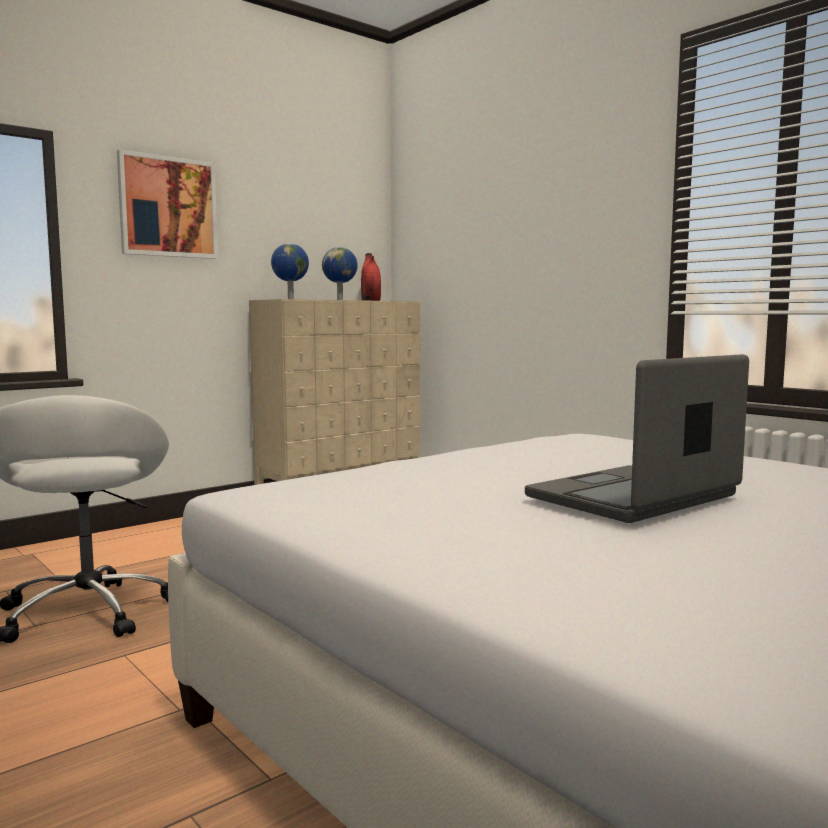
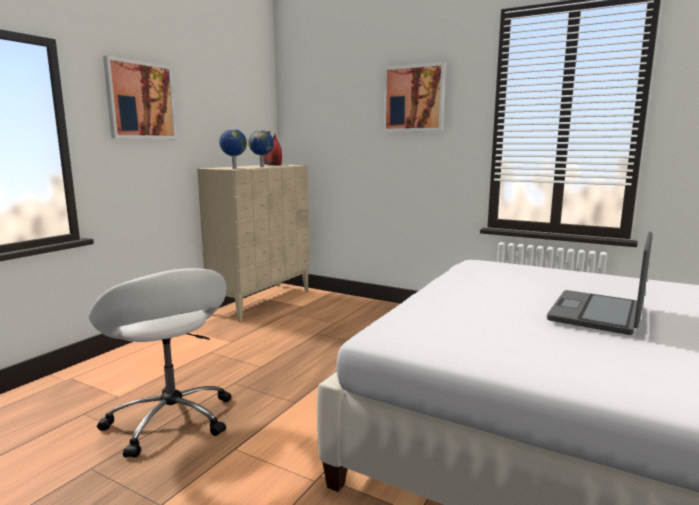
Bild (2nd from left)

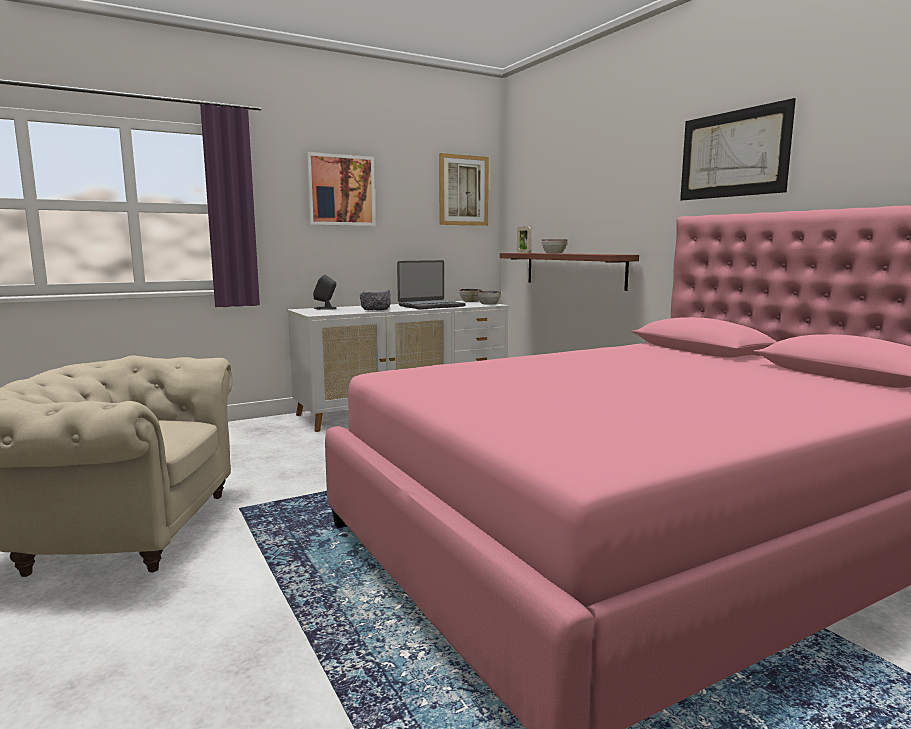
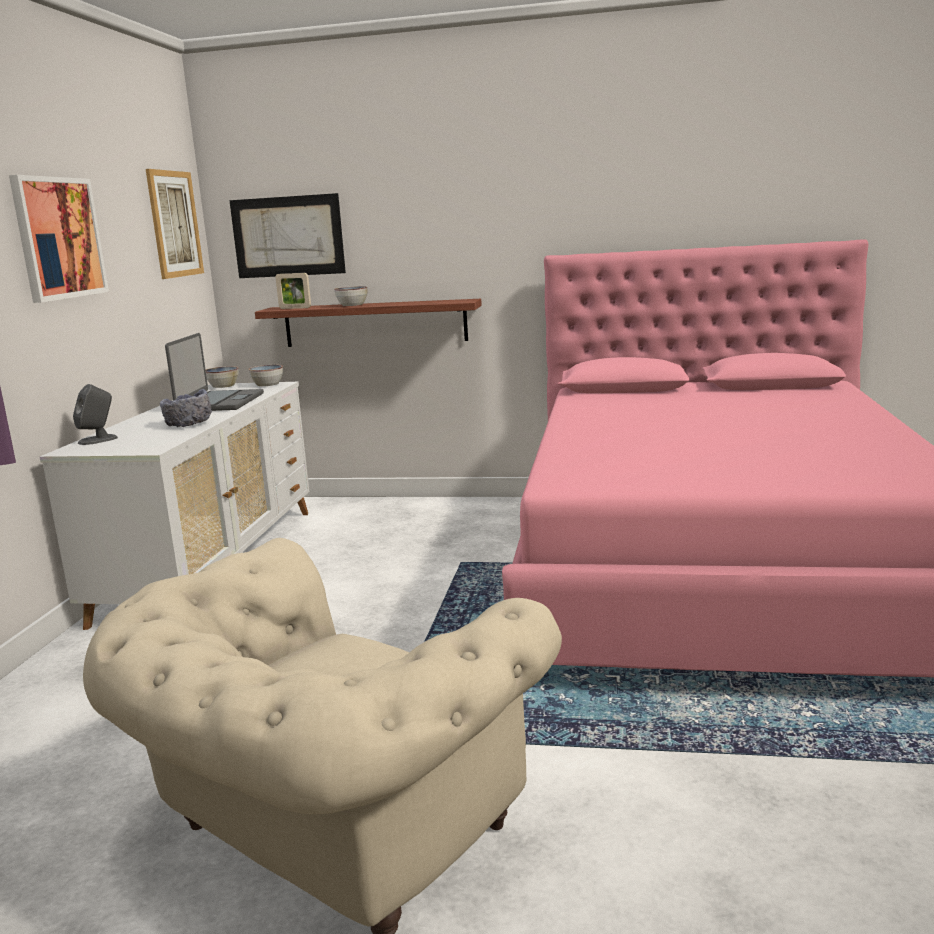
Bild (3rd from left)

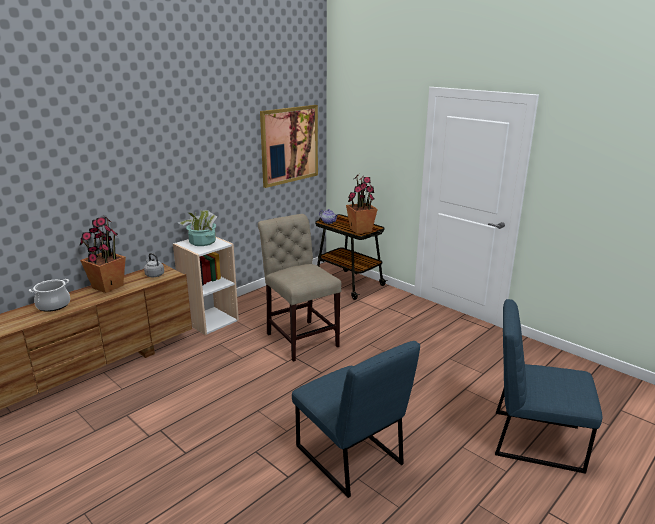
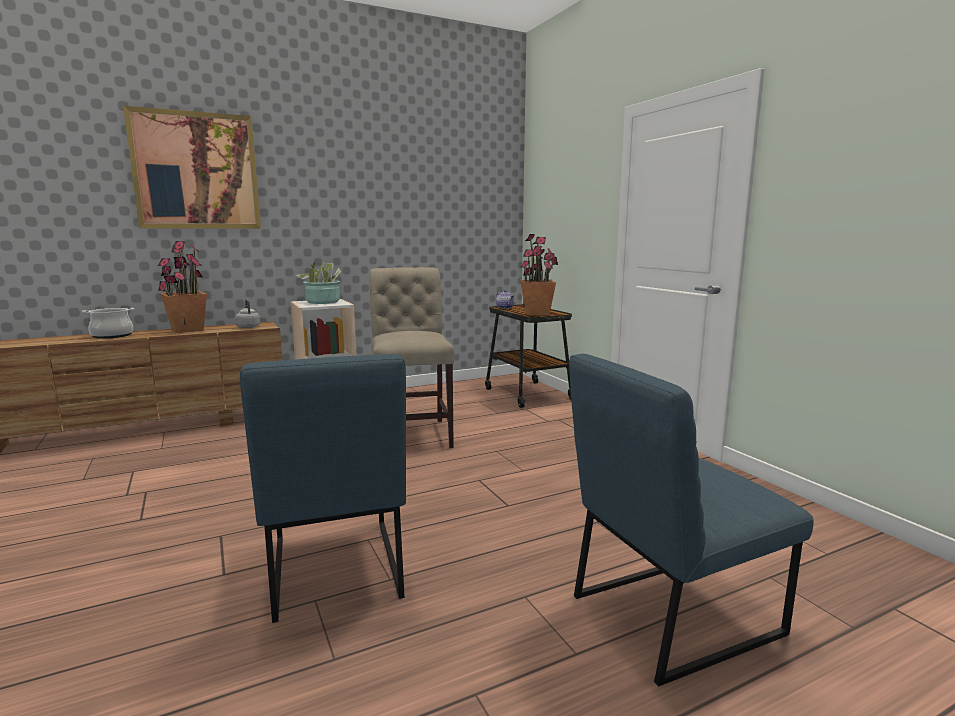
Bild; Stuhl/blau (2nd from left)

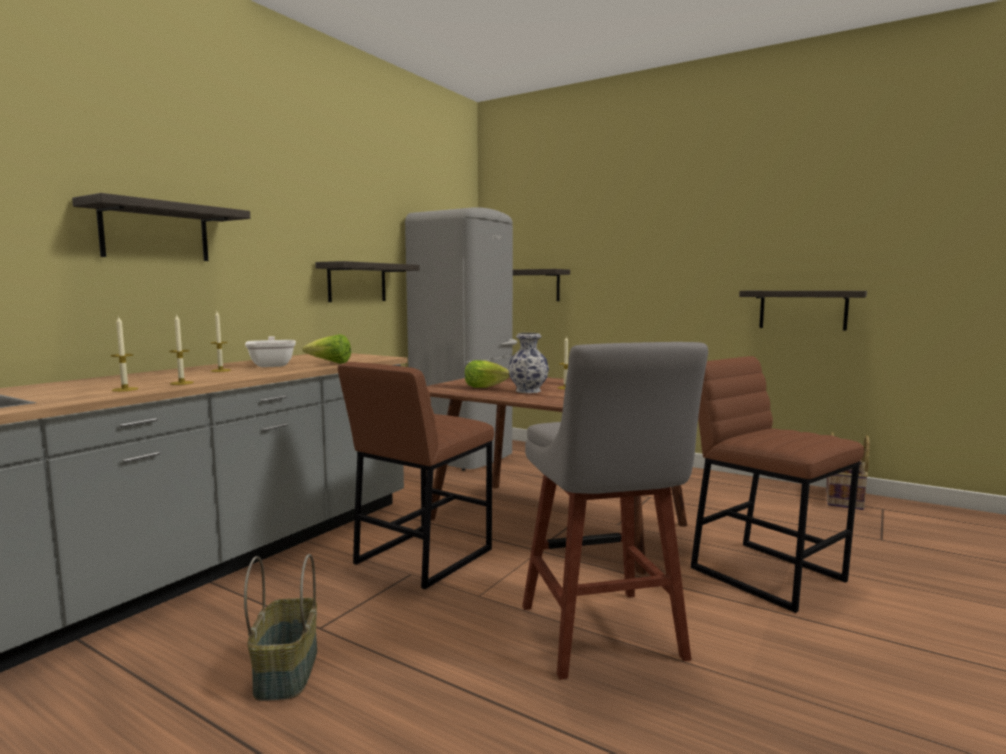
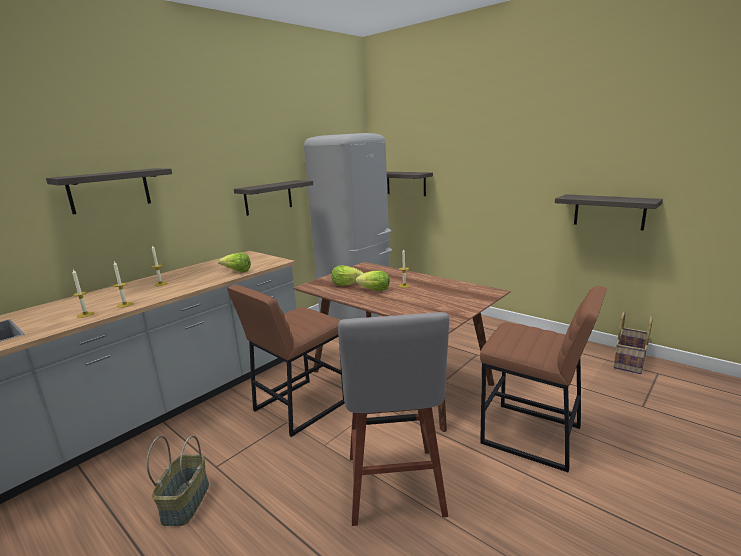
Pfanne; Salatkopf (3rd from left); Stuhl/braun (2nd from left)

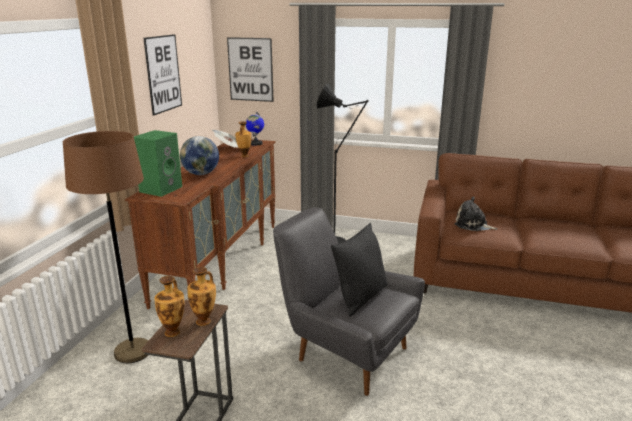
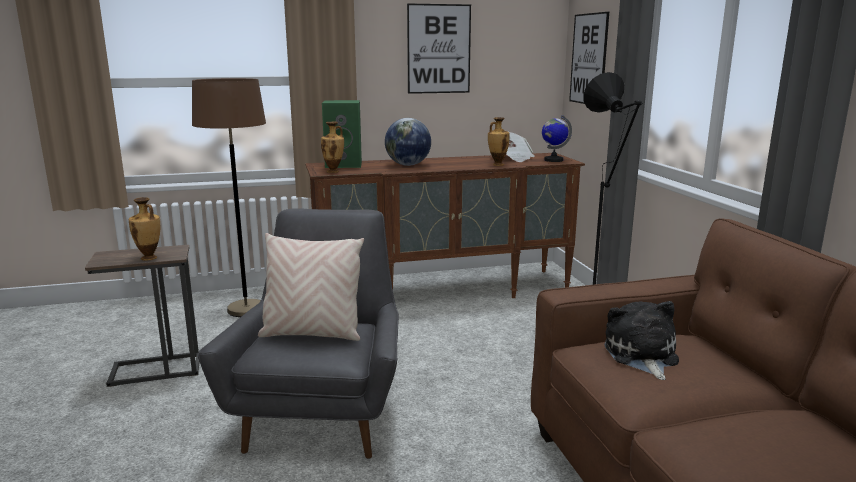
Vase (2nd from left); Kissen/beige

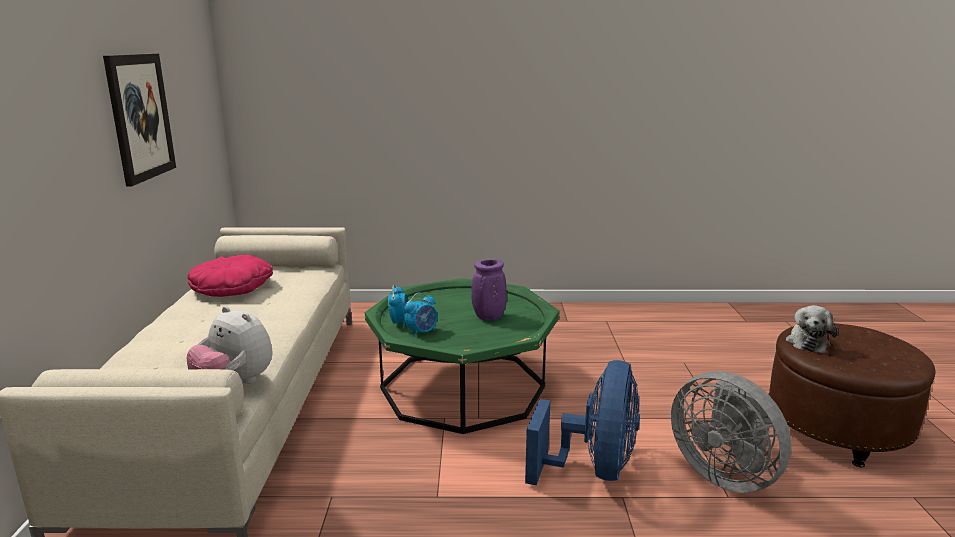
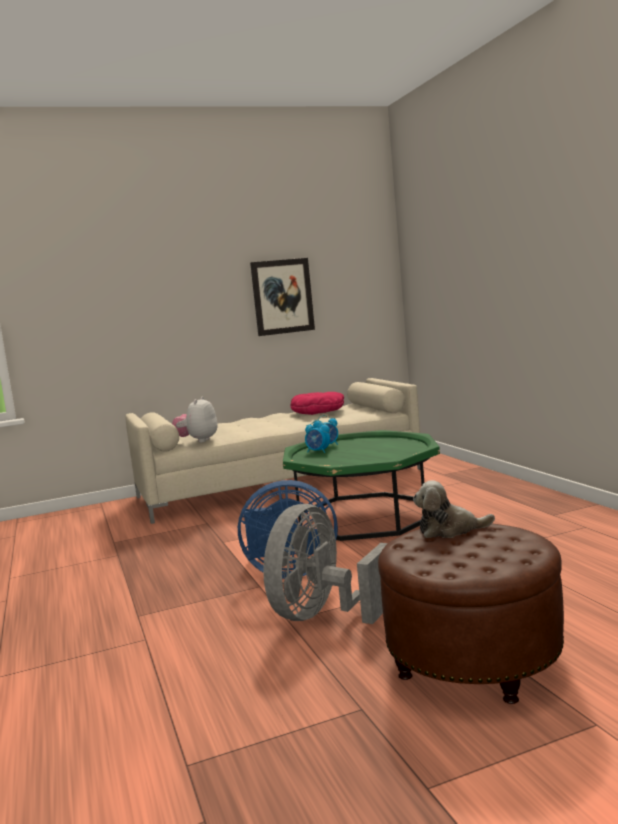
Vase/lila

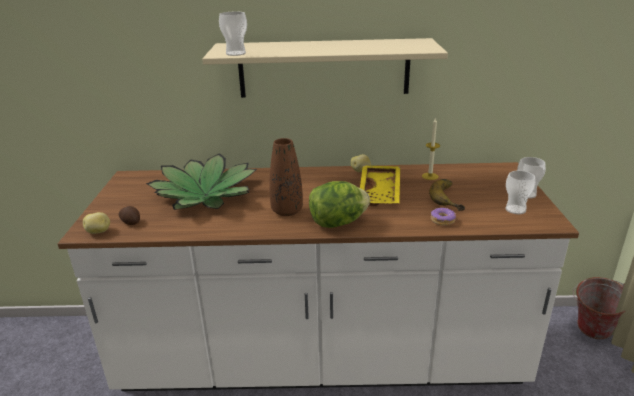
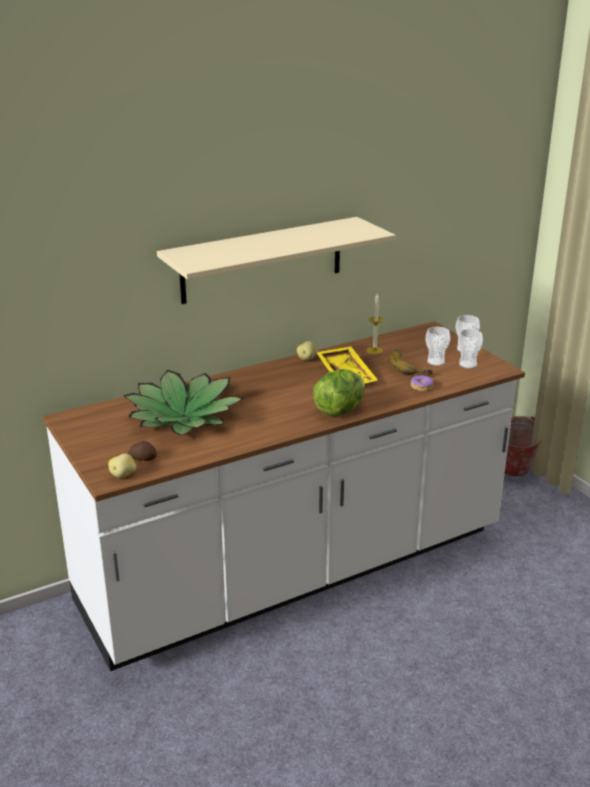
Vase/braun; Tasse (1st from left)

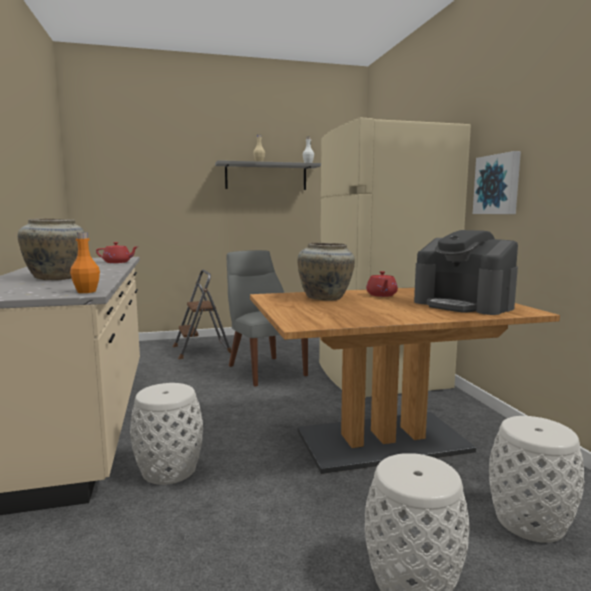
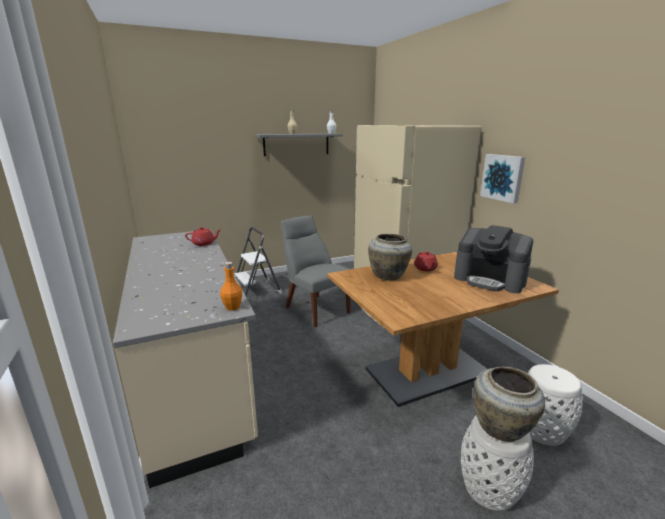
Hocker/weiß (1st from left in the first image); Vase/beige (2nd from left); Trittleiter/weiß

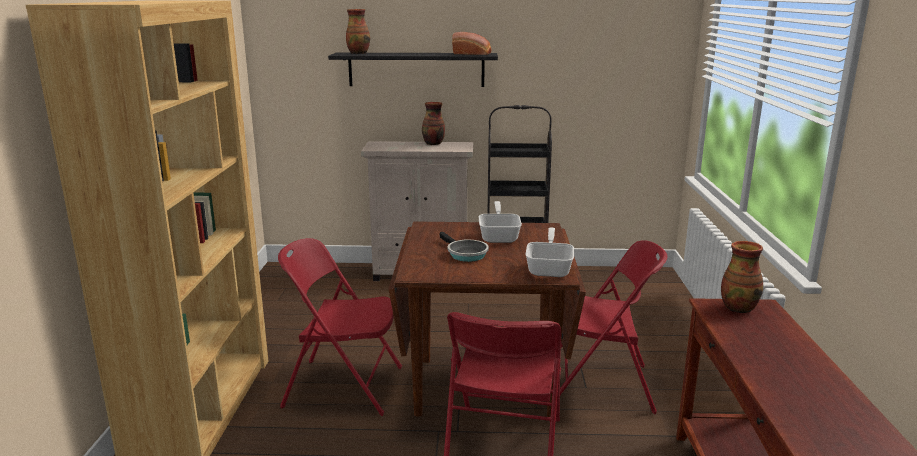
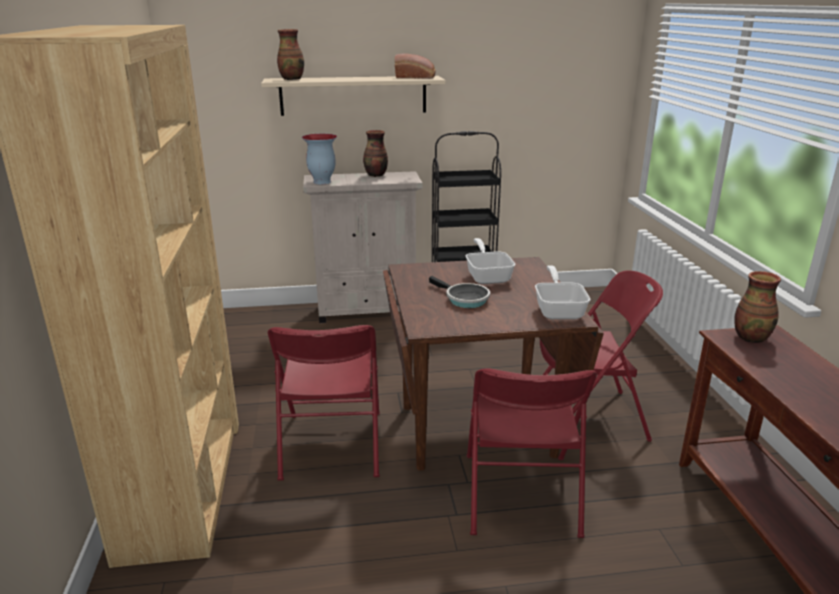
Vase (2nd from left); Wandregal/beige; Stuhl/rot (1st from left)

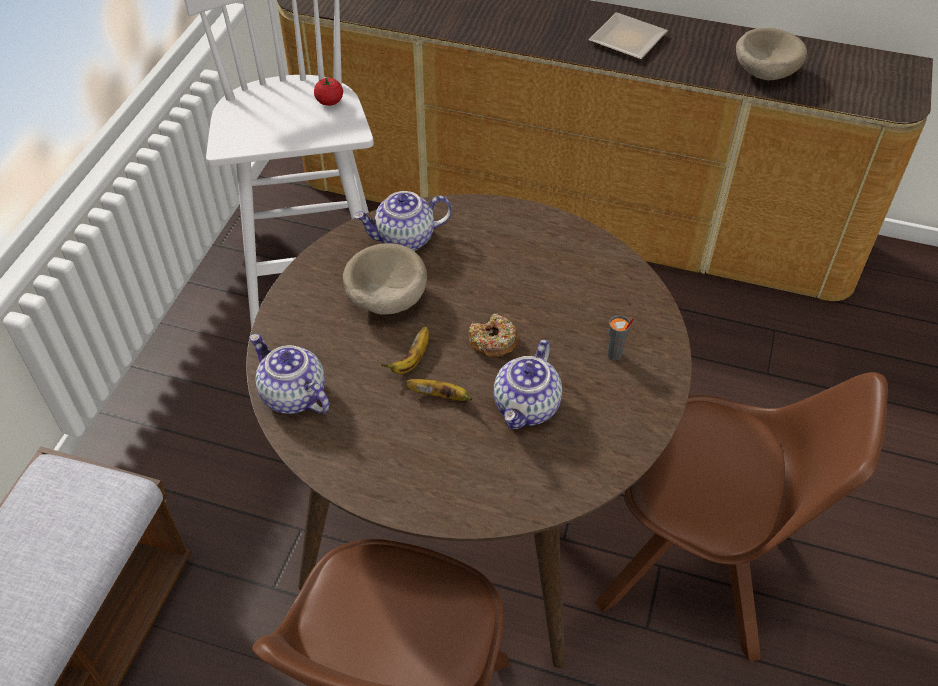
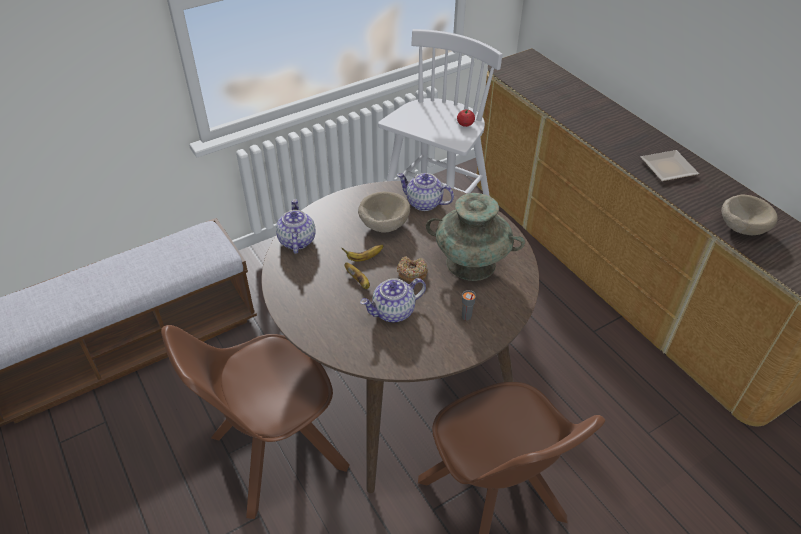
Vase/türkis

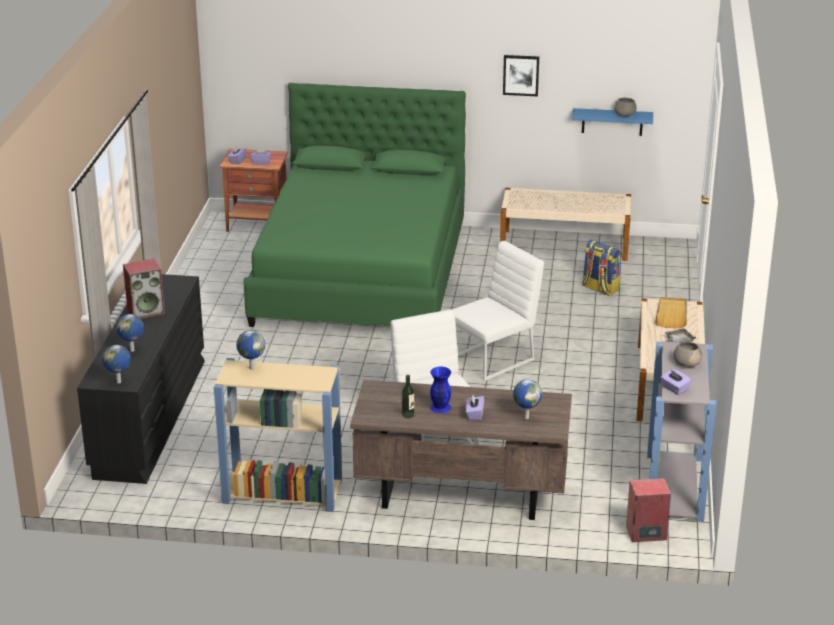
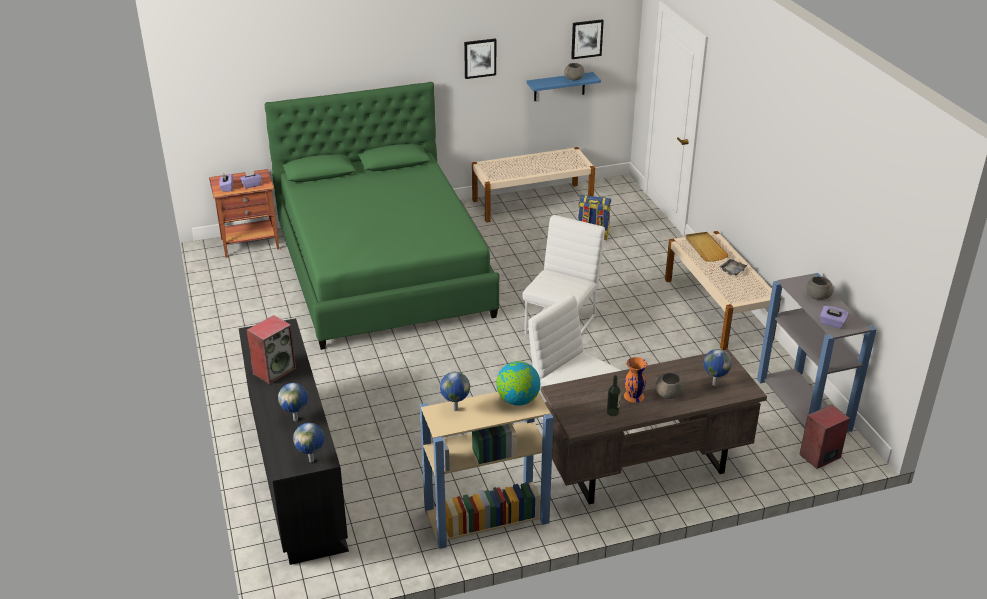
Globus (4th from left); Bild (2nd from left); Schüssel/grau (2nd from left); Vase/orange

